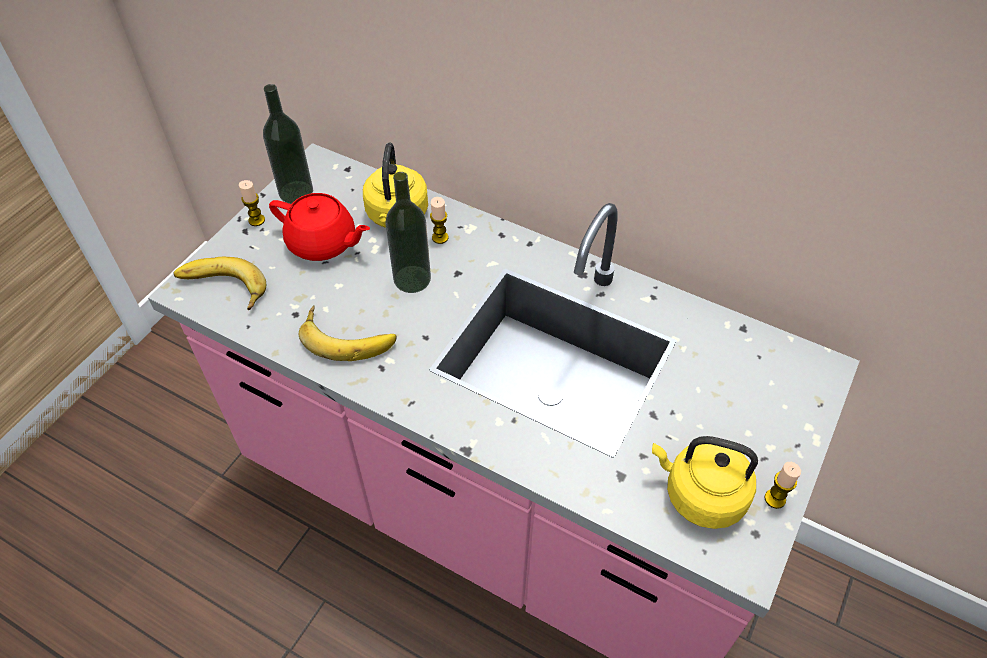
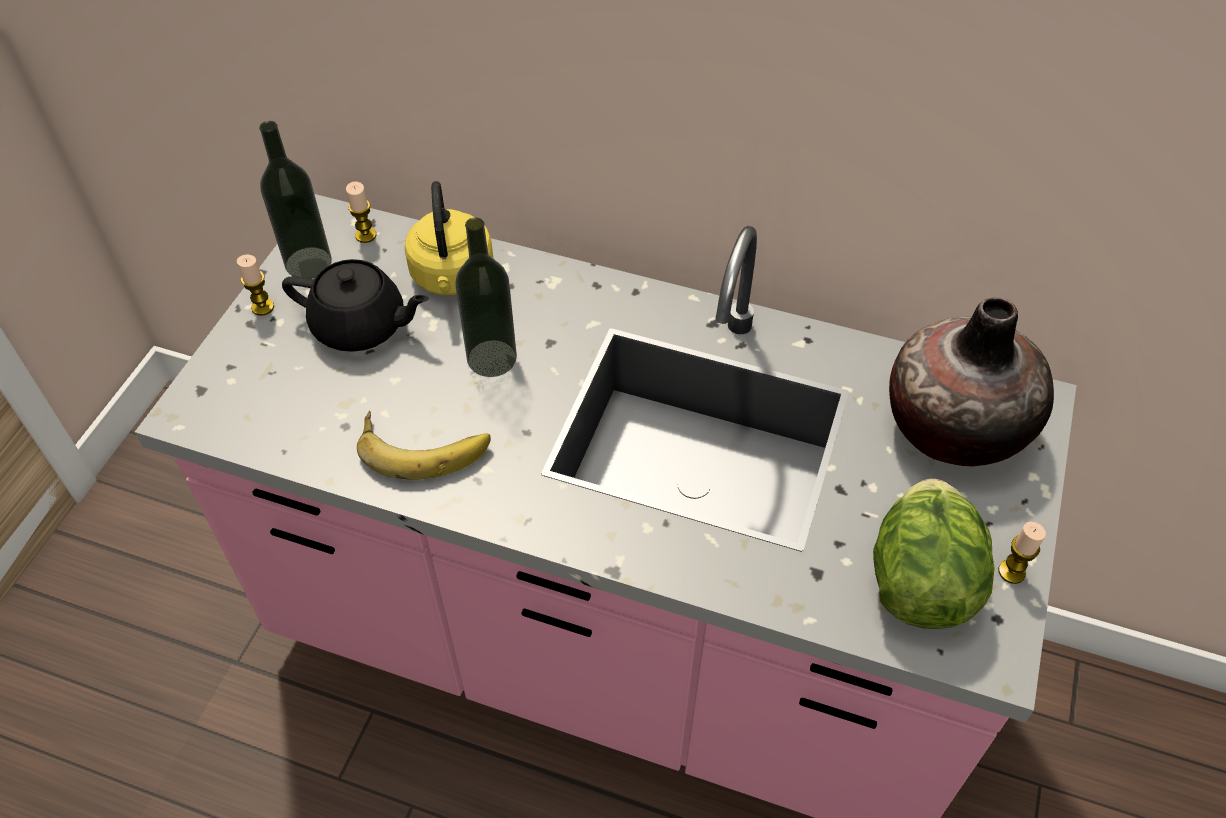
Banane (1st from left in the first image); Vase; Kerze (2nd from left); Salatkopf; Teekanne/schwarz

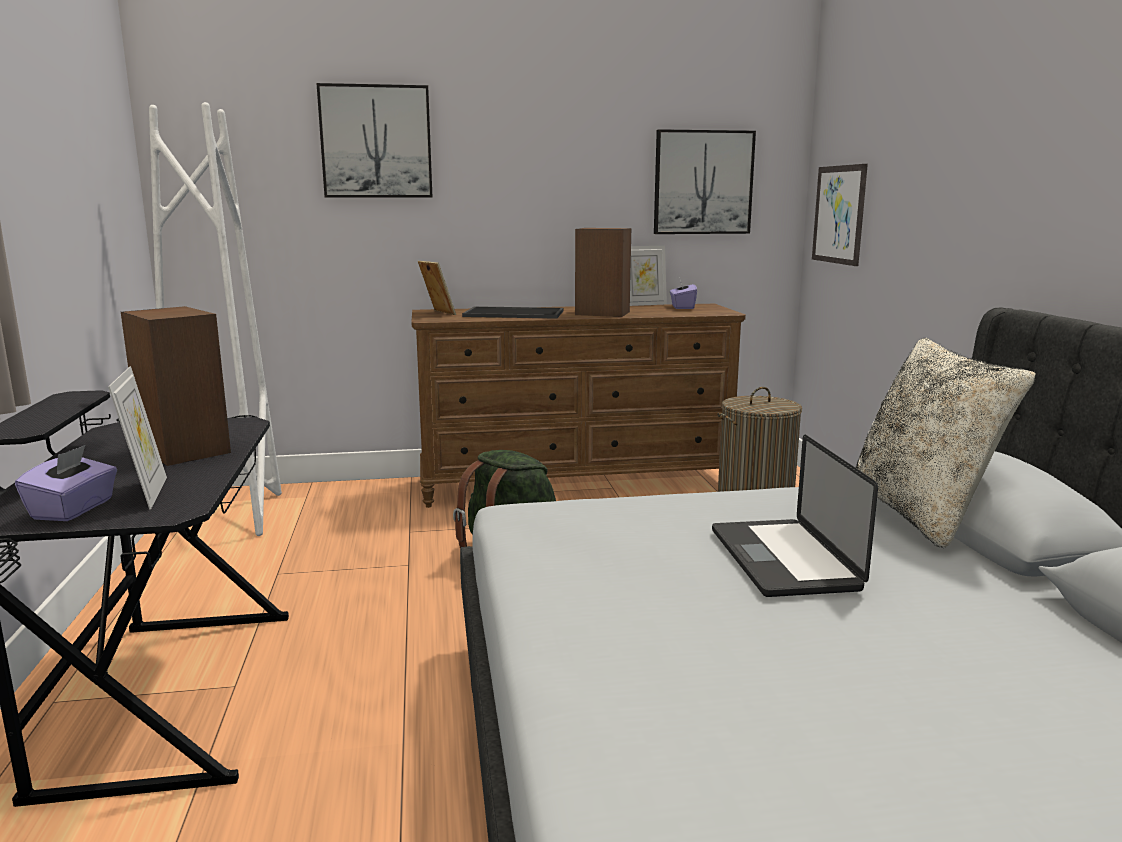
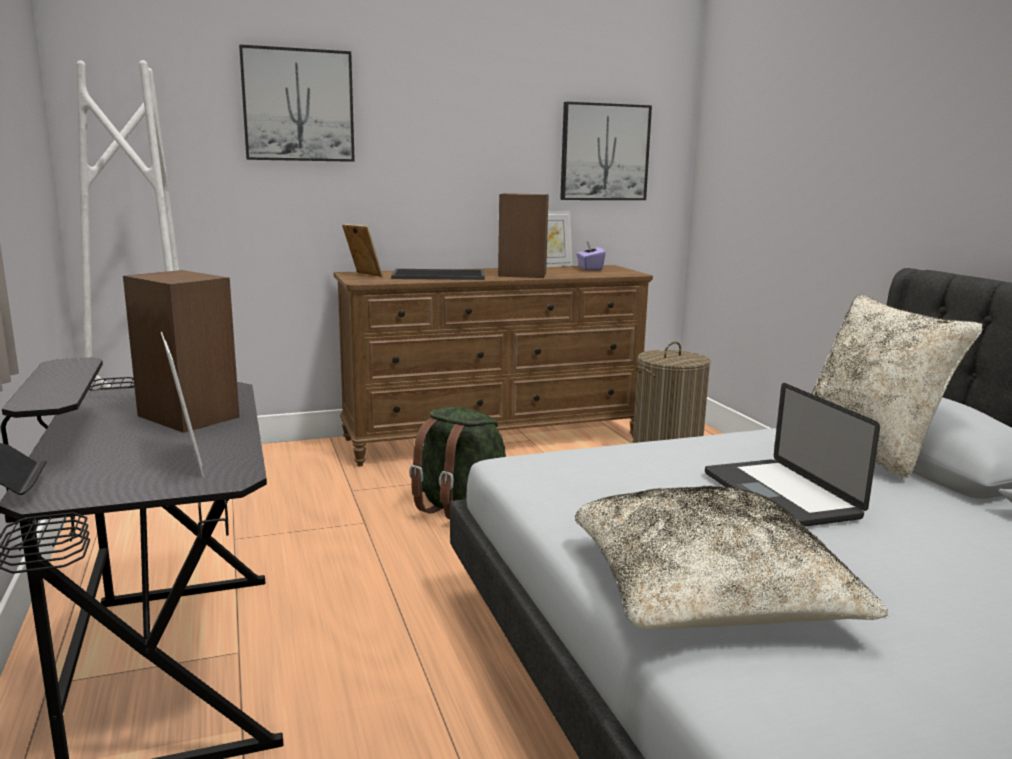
Taschentuchbox/lila (1st from left in the first image); Bild (3rd from left in the first image); Kissen/beige (1st from left)

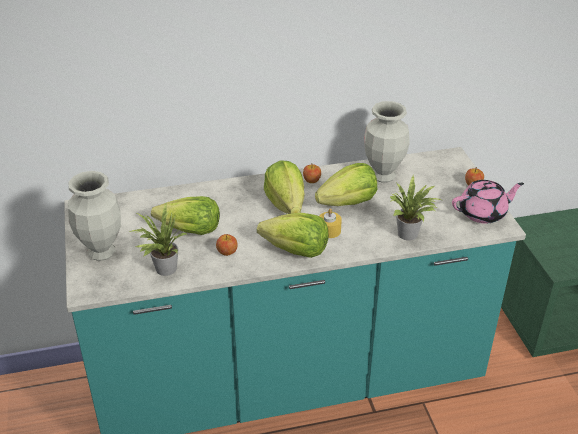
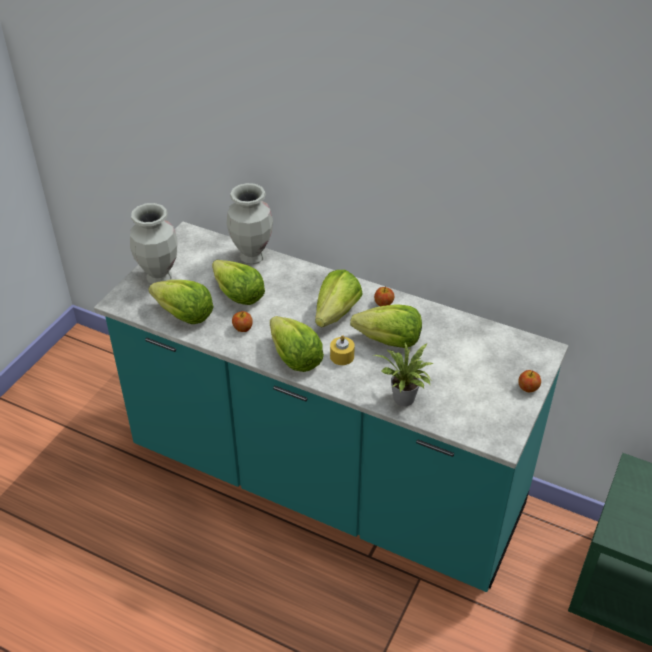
Teekanne/rosa; Vase (2nd from left); Salatkopf (1st from left)

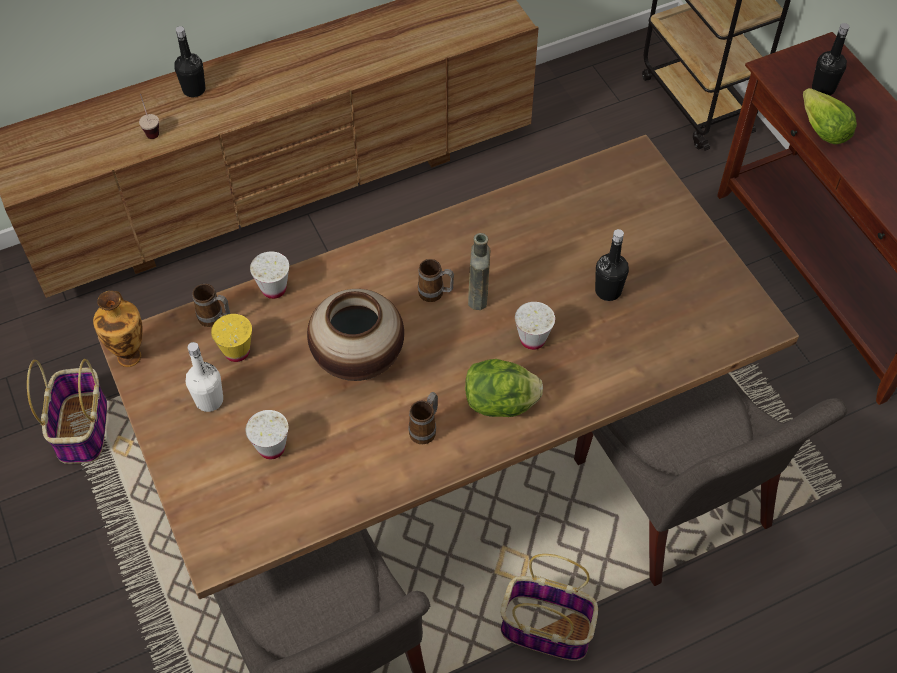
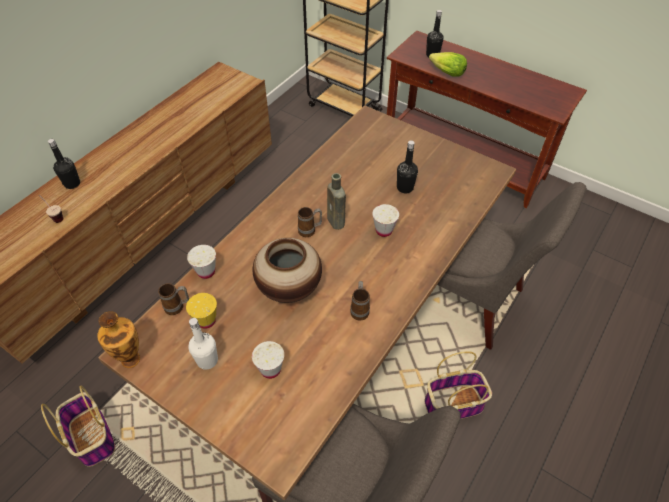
Salatkopf (1st from left in the first image)

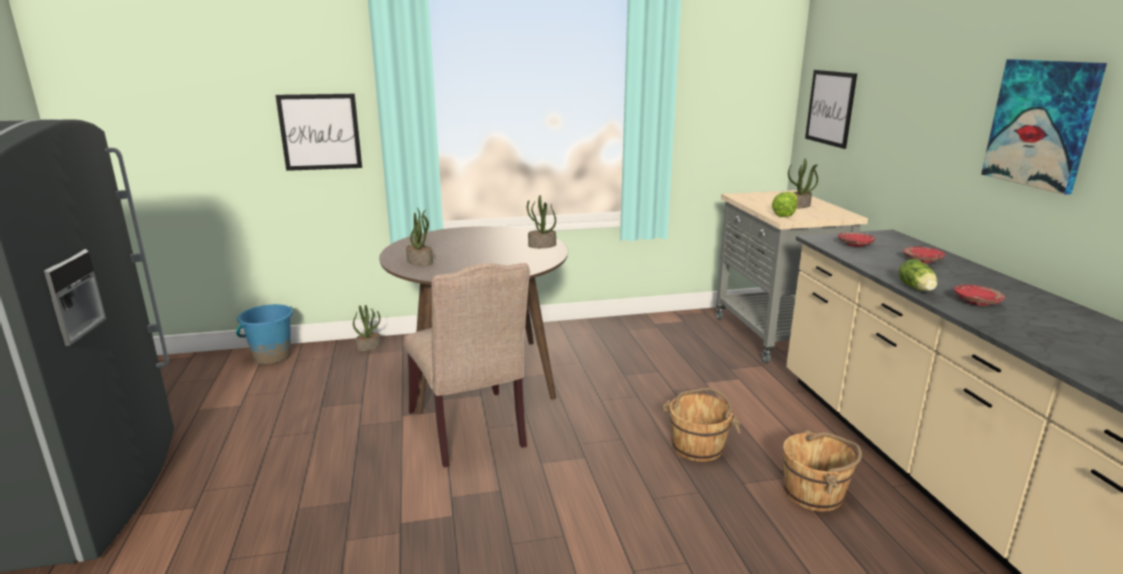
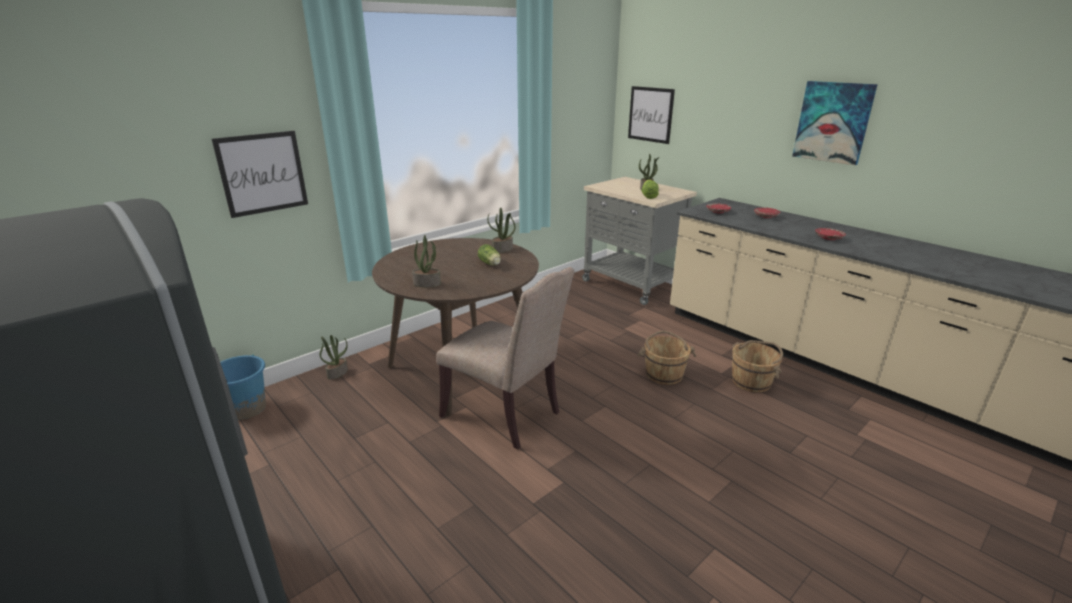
Salatkopf (1st from left)

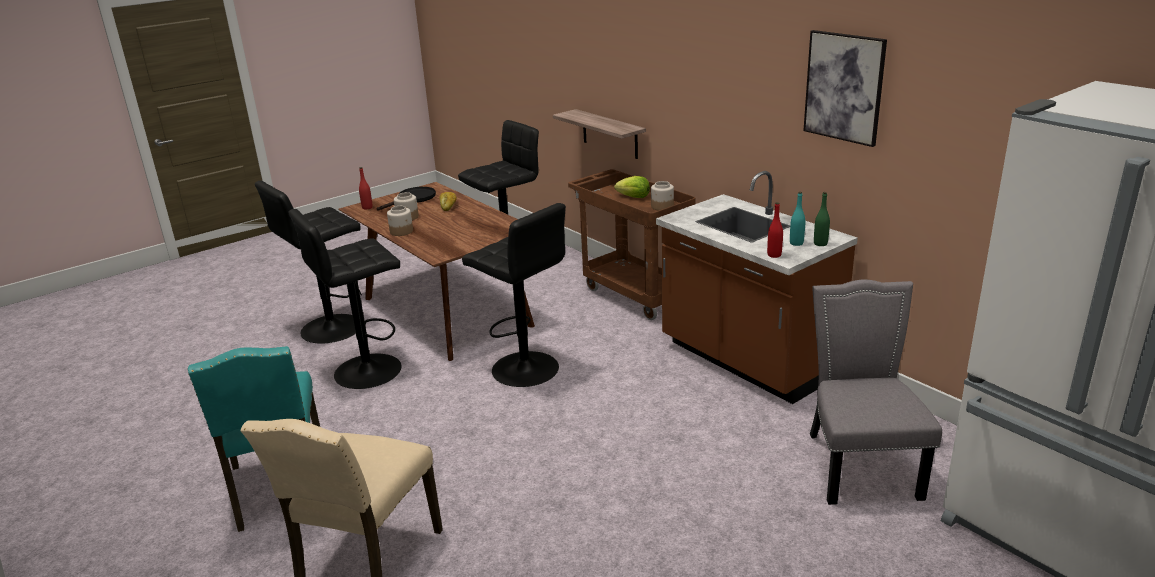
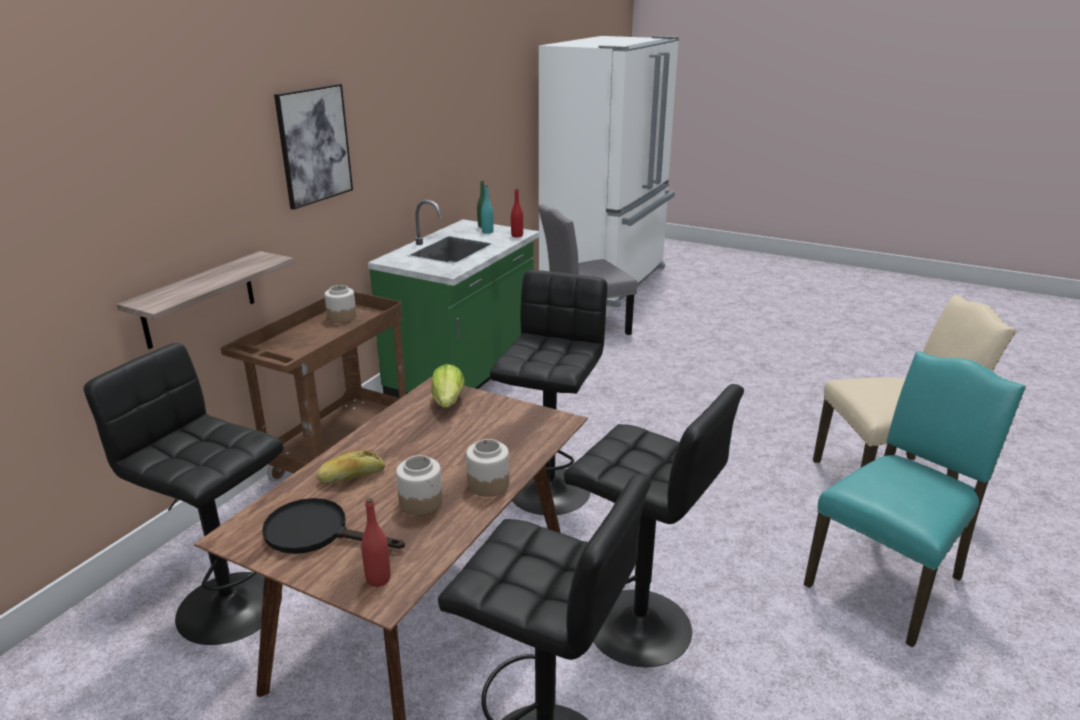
Salatkopf; Bild; Küchenzeile/grün

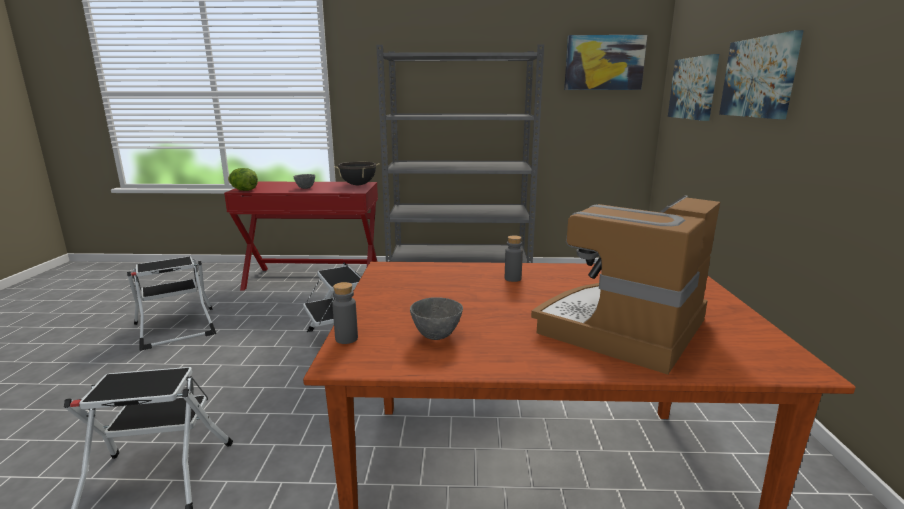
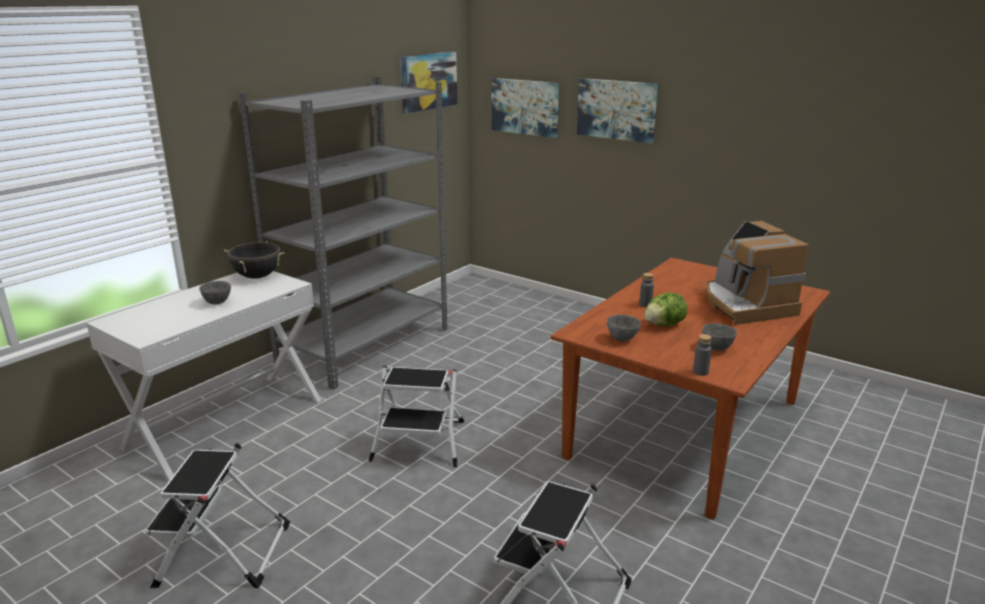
Schüssel/grau (2nd from left); Salatkopf; Konsolentisch/weiß

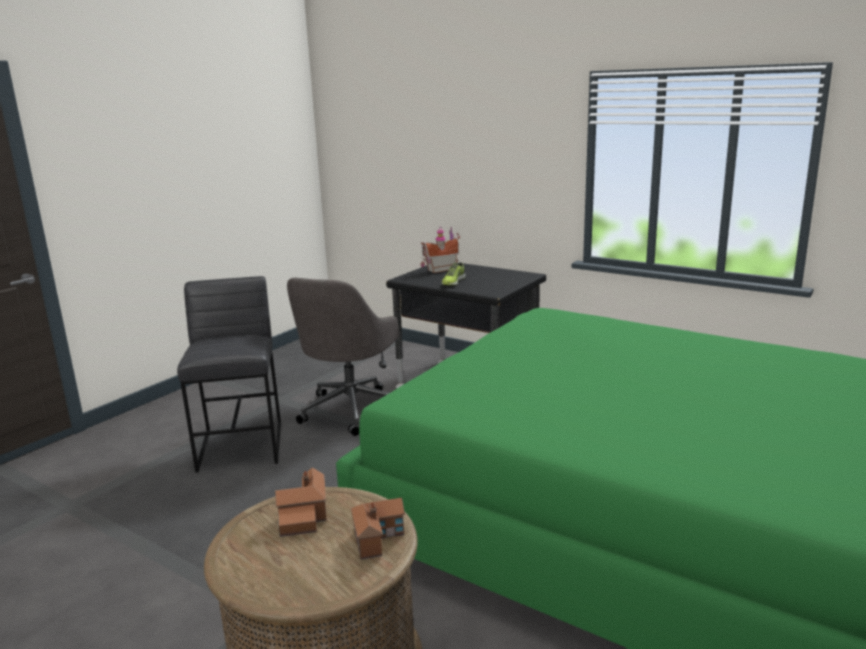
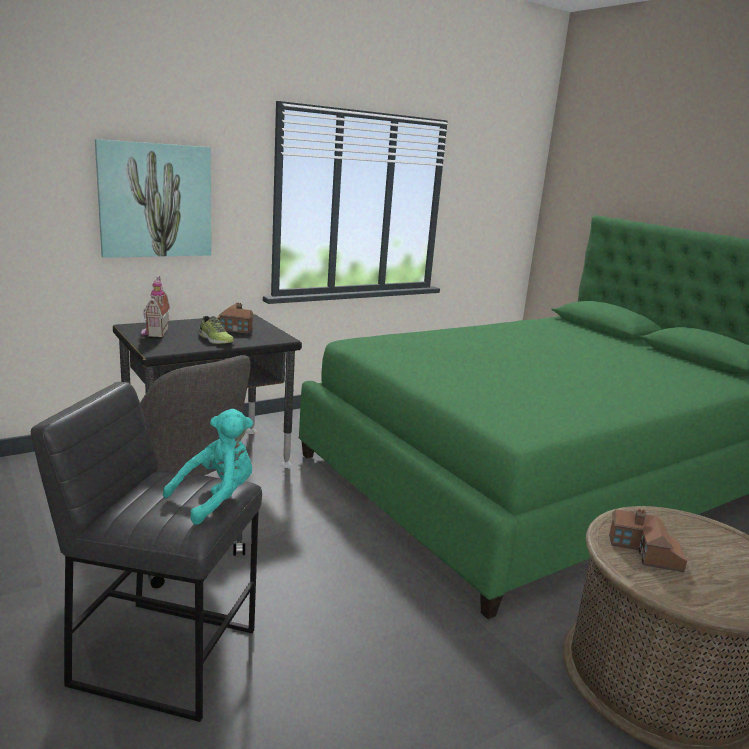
Bild; Plüschtier/türkis; Spielzeughaus (2nd from left)

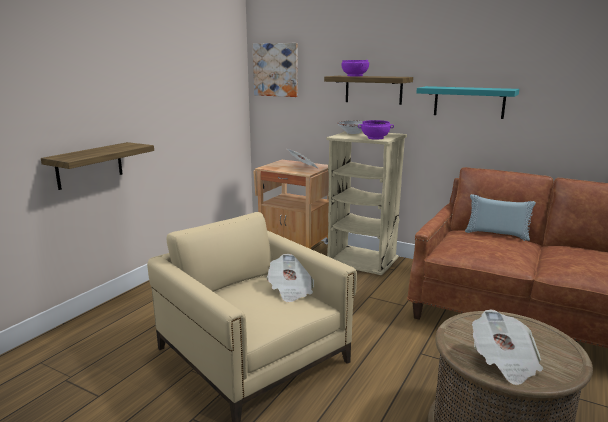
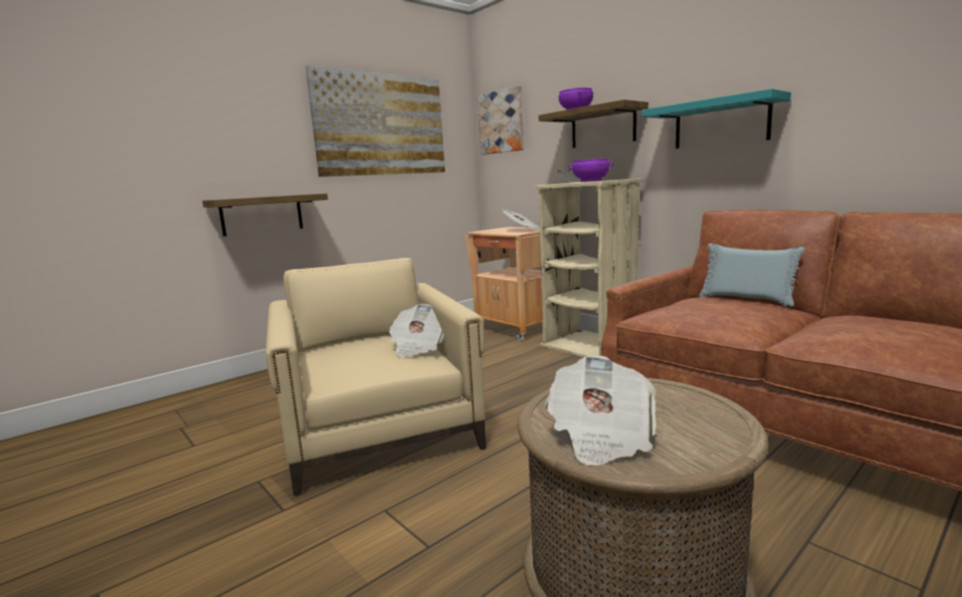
Bild (1st from left)

